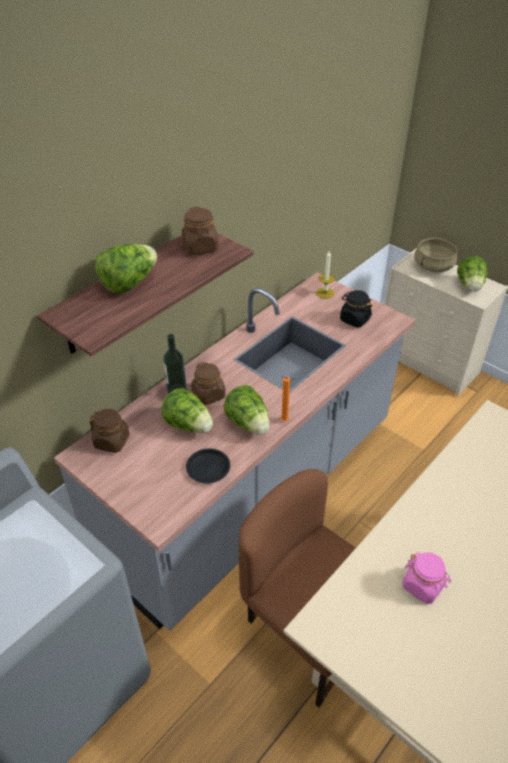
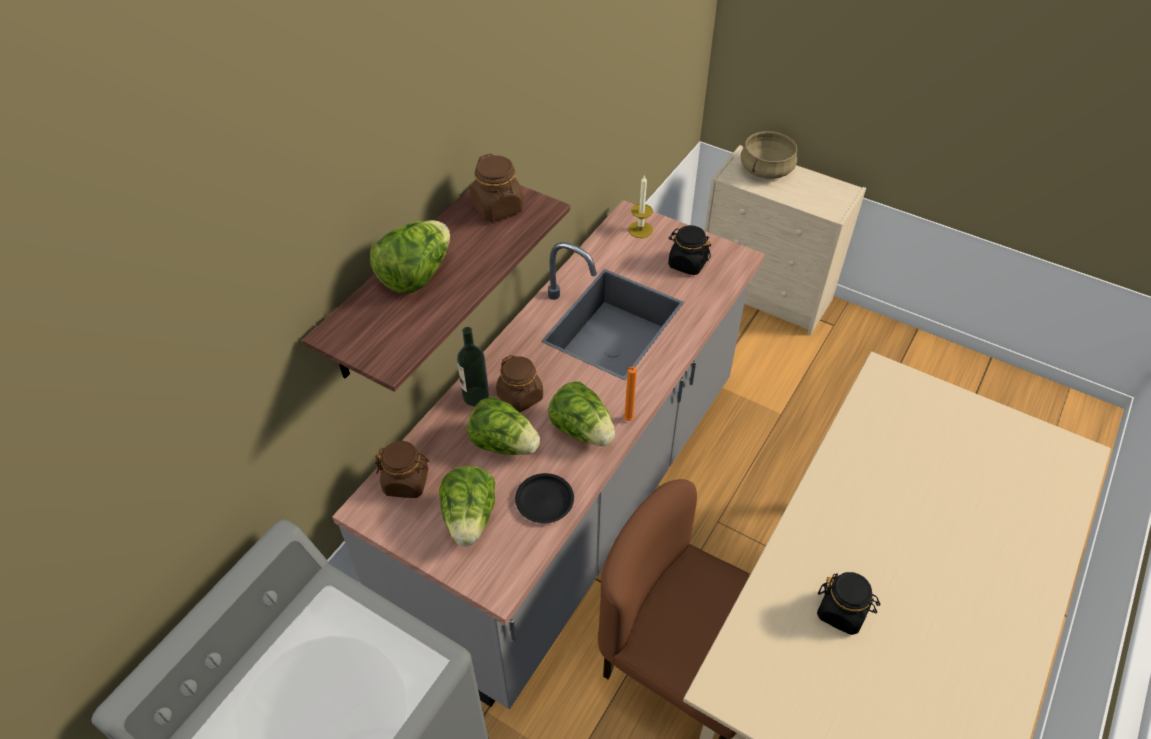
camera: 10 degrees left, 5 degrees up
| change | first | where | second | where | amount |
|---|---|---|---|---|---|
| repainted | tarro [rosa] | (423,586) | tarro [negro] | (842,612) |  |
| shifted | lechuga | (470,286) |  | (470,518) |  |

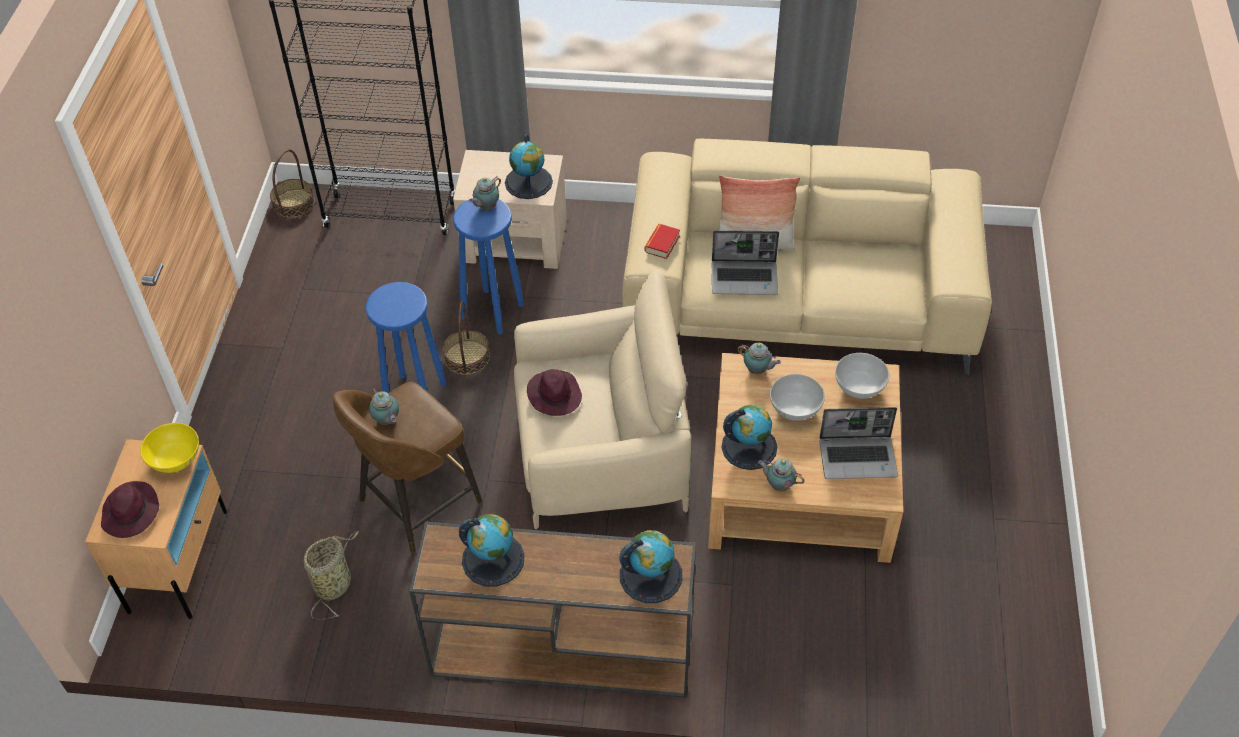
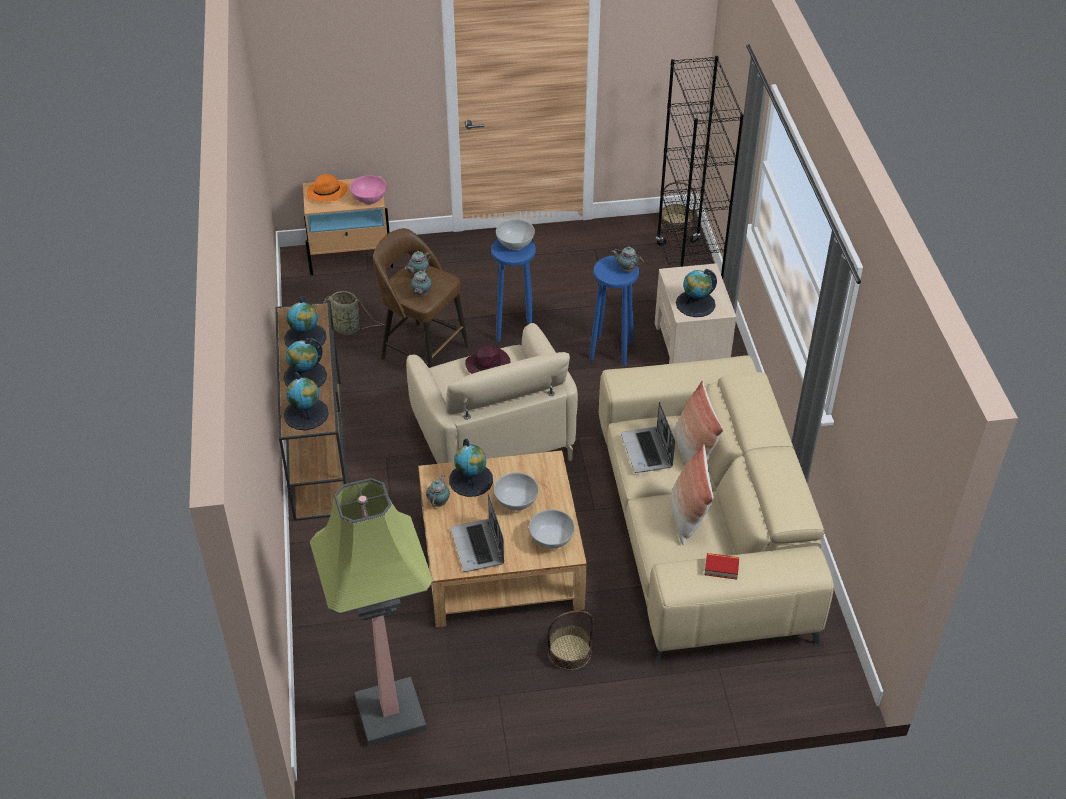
camera: 75 degrees right, 5 degrees down
| change | first | where | second | where | amount |
|---|---|---|---|---|---|
| repainted | sombrero [morado] | (131,513) | sombrero [naranja] | (326,193) |  |
| repainted | cuenco [amarillo] | (175,460) | cuenco [rosa] | (369,199) |  |
| shifted | cesta | (467,357) |  | (569,652) |  |
| shifted | libro | (662,244) |  | (721,568) |  |
| shifted | tetera | (757,370) |  | (421,294) |  |
| new |  |  | globo terráqueo | (305,376) |  |
| new |  |  | lámpara de pie | (389,713) |  |
| new |  |  | cuenco [blanco] | (515,244) |  |
| new |  |  | cojín | (687,517) |  |

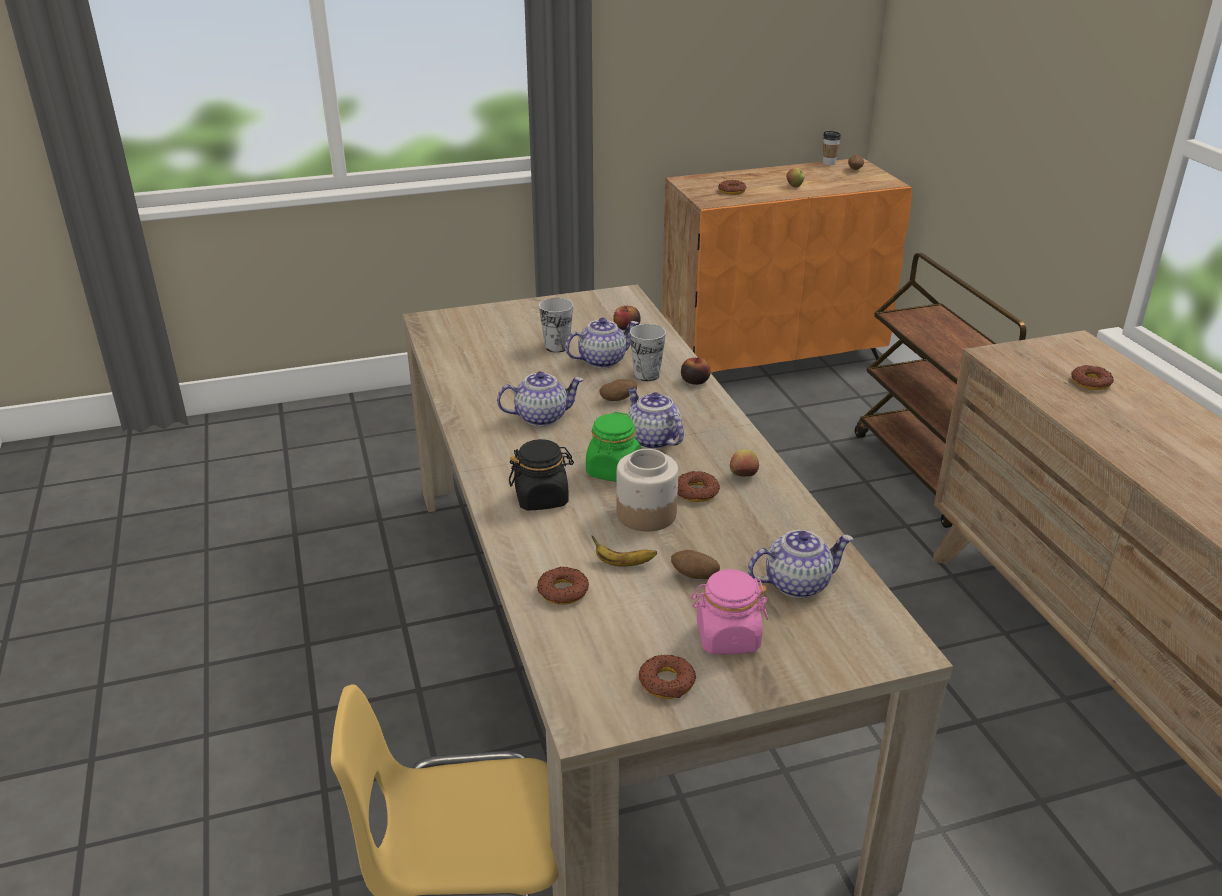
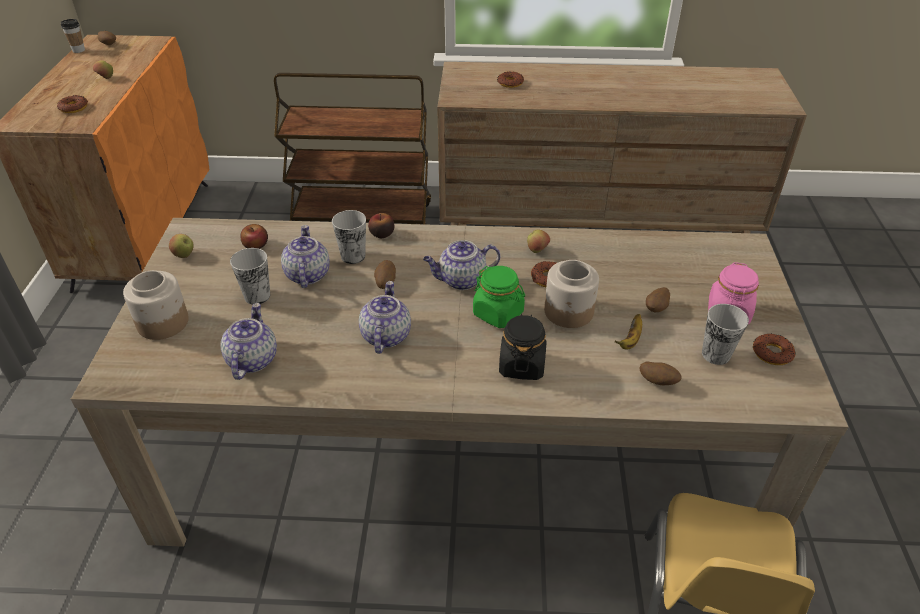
camera: 70 degrees left, 10 degrees up
| change | first | where | second | where | amount |
|---|---|---|---|---|---|
| swapped | rosquilla | (563,591) | patata | (658,382) |  |
| shifted | tetera | (797,583) |  | (251,359) |  |
| new |  |  | tarro | (162,323) |  |
| new |  |  | manzana | (184,255) |  |
| new |  |  | taza | (716,354) |  |

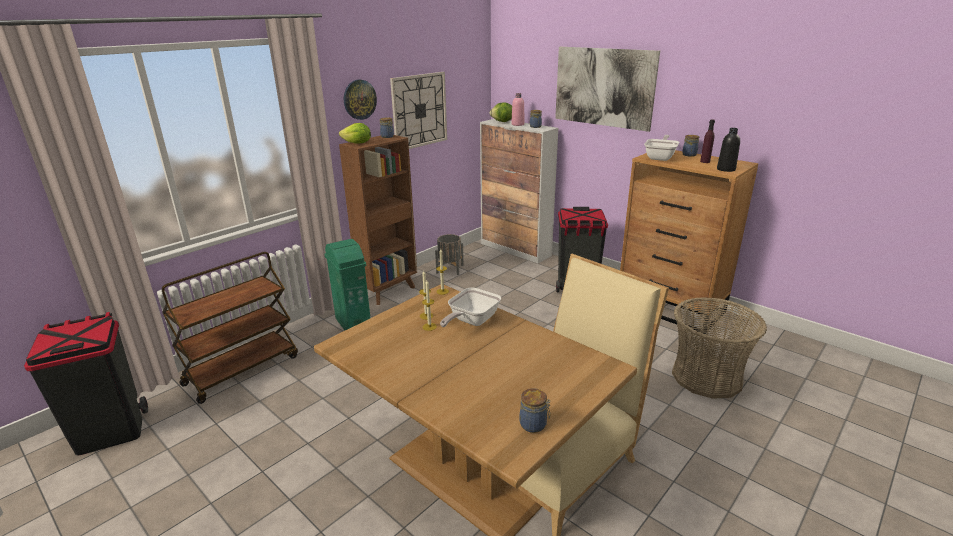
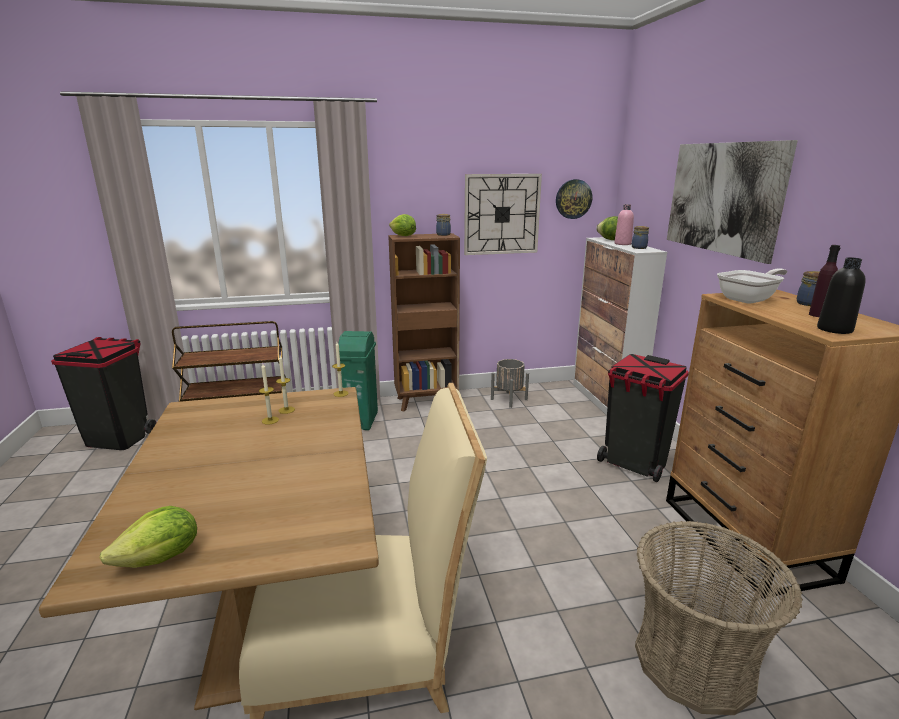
camera: 35 degrees right, 5 degrees down
| change | first | where | second | where | amount |
|---|---|---|---|---|---|
| shifted | reloj de pared | (359,99) |  | (573,199) |  |
| gone | sartén | (471,321) |  |  |  |
| swapped | tarro | (534,425) | lechuga | (161,559) |  |

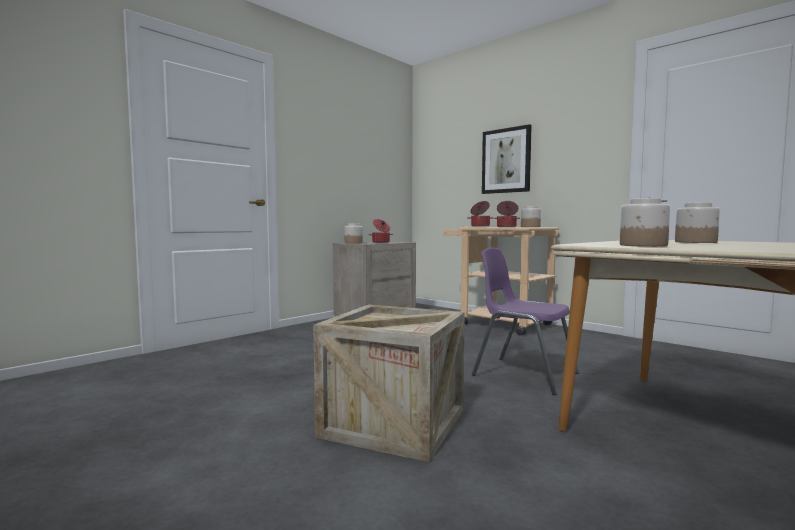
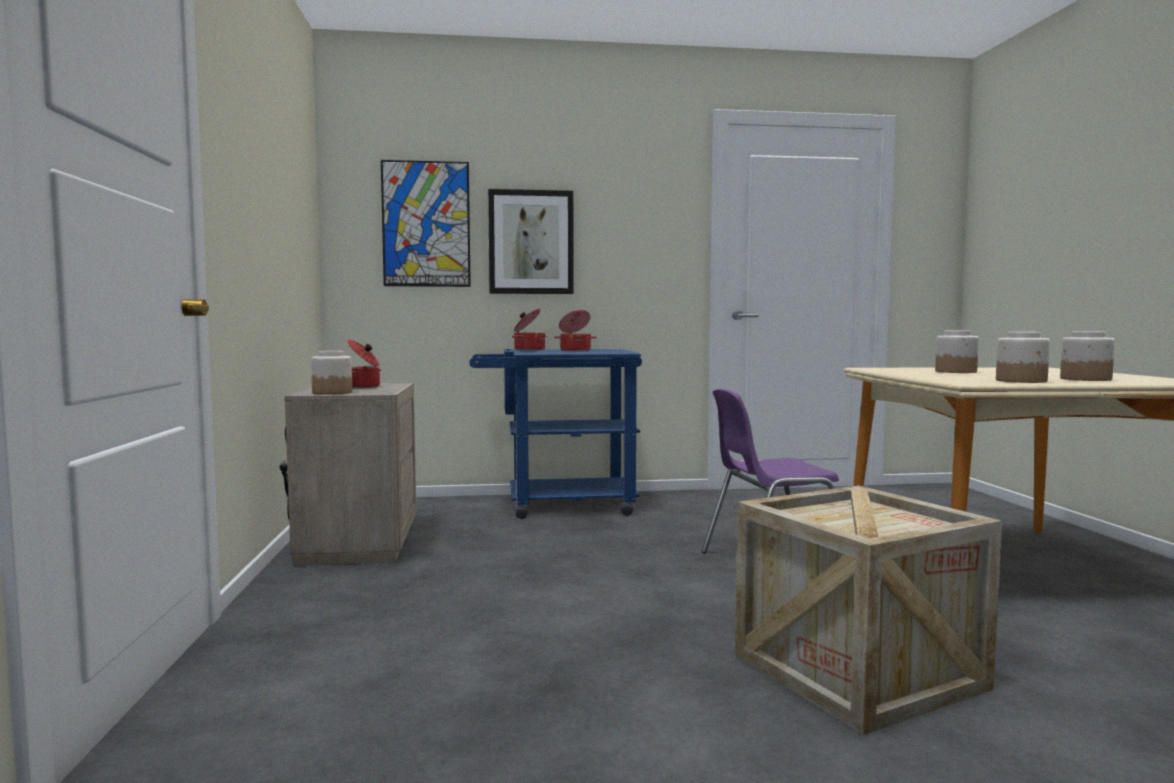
camera: 50 degrees left, 0 degrees up
| change | first | where | second | where | amount |
|---|---|---|---|---|---|
| repainted | carrito [beis] | (498,323) | carrito [azul] | (557,505) |  |
| shifted | tarro | (530,227) |  | (1085,379) |  |
| new |  |  | cuadro | (426,224) |  |

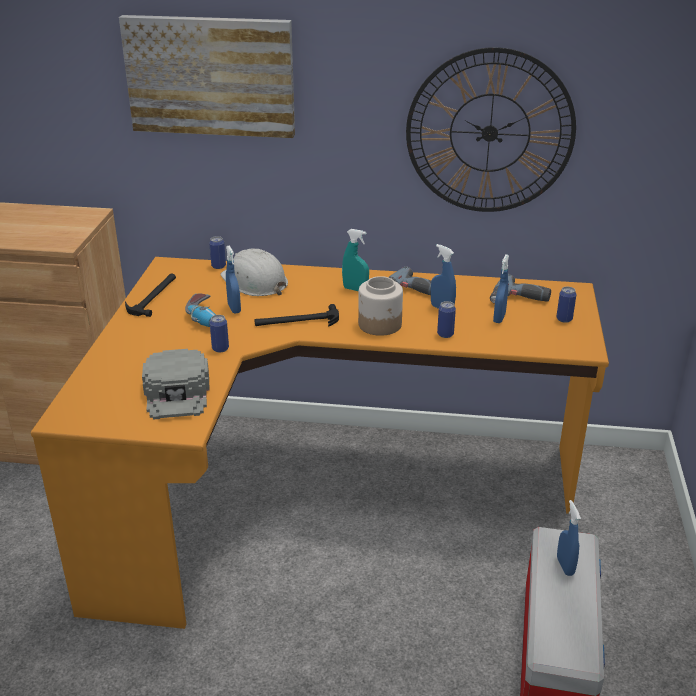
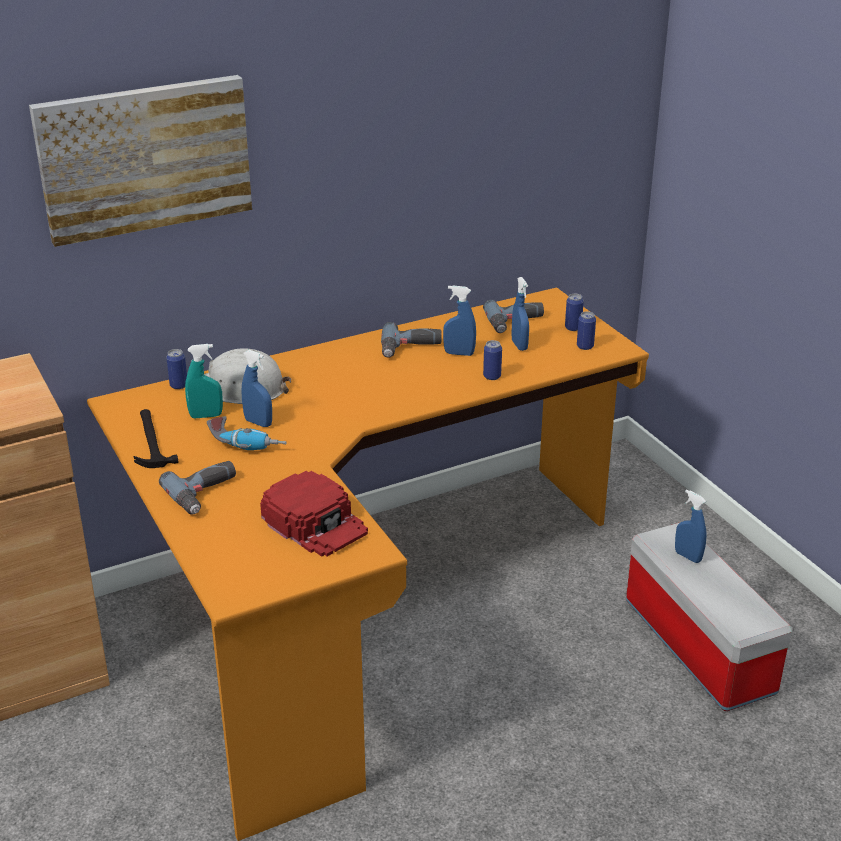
camera: 35 degrees left, 0 degrees up
| change | first | where | second | where | amount |
|---|---|---|---|---|---|
| repainted | gorra [gris] | (177,392) | gorra [rojo] | (315,523) |  |
| shifted | lata | (220,348) |  | (585,346) |  |
| gone | martillo | (297,321) |  |  |  |
| shifted | pulverizador [turquesa] | (355,289) |  | (206,416) |  |
| gone | tarro | (380,325) |  |  |  |
| gone | reloj de pared | (489,133) |  |  |  |
| new |  |  | taladro | (206,494) |  |

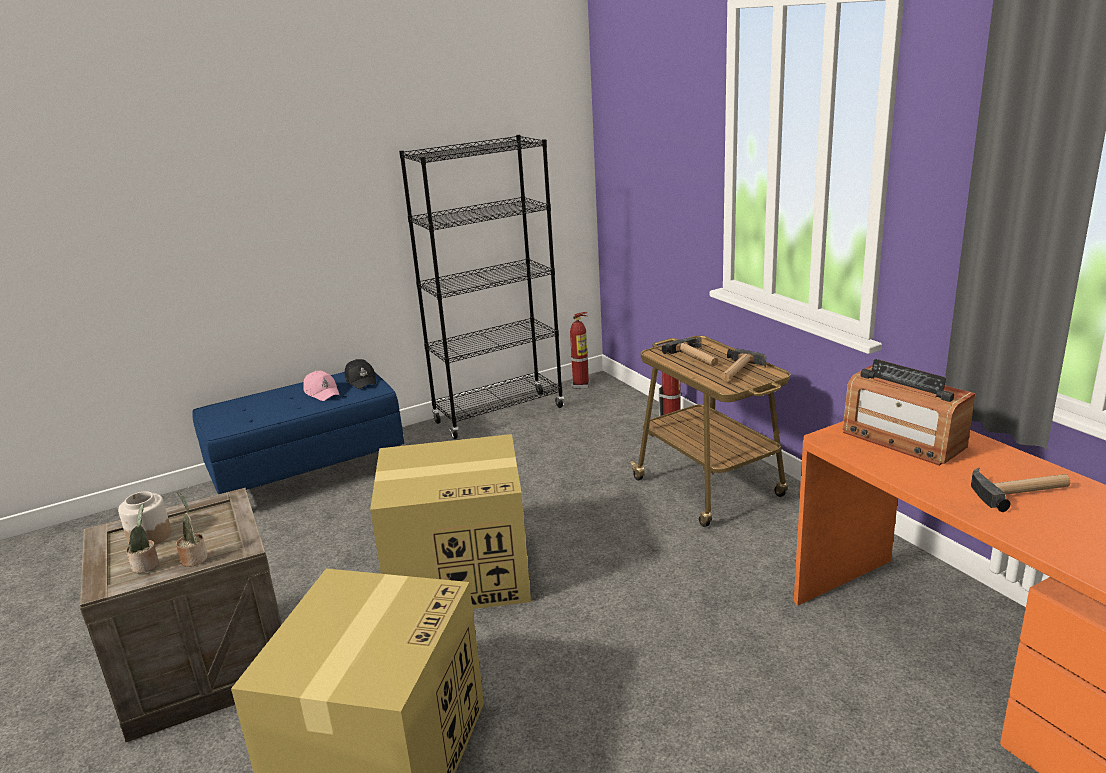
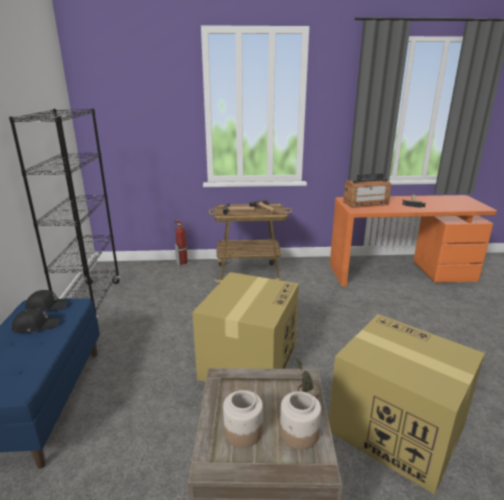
camera: 65 degrees left, 0 degrees up
| change | first | where | second | where | amount |
|---|---|---|---|---|---|
| swapped | planta en maceta | (147,566) | tarro | (299,434) |  |
| repainted | gorra [rosa] | (322,392) | gorra [negro] | (36,325) |  |
| gone | extintor | (581,385) |  |  |  |

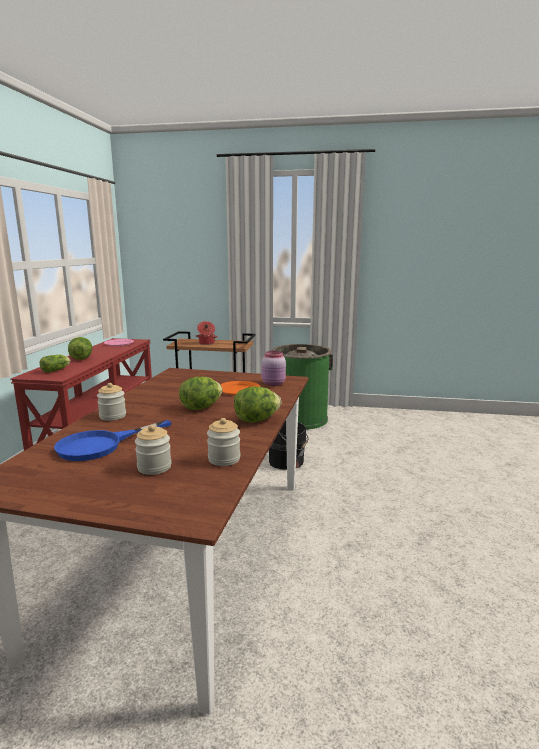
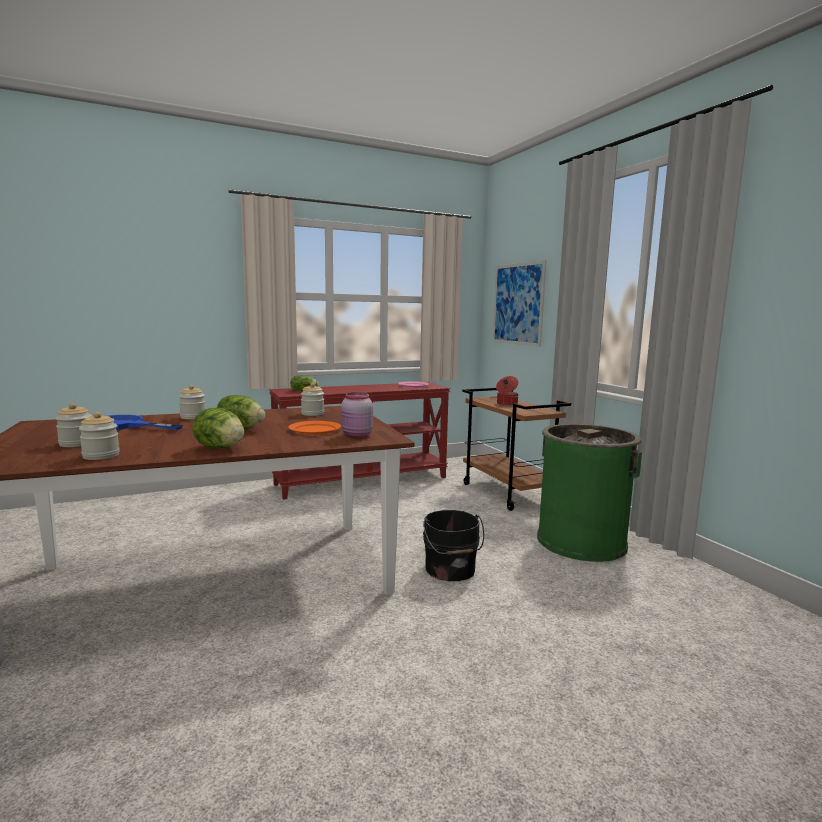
camera: 55 degrees right, 5 degrees down
| change | first | where | second | where | amount |
|---|---|---|---|---|---|
| gone | lechuga | (81,358) |  |  |  |
| new |  |  | tarro | (312,414) |  |
| new |  |  | cuadro | (518,304) |  |

